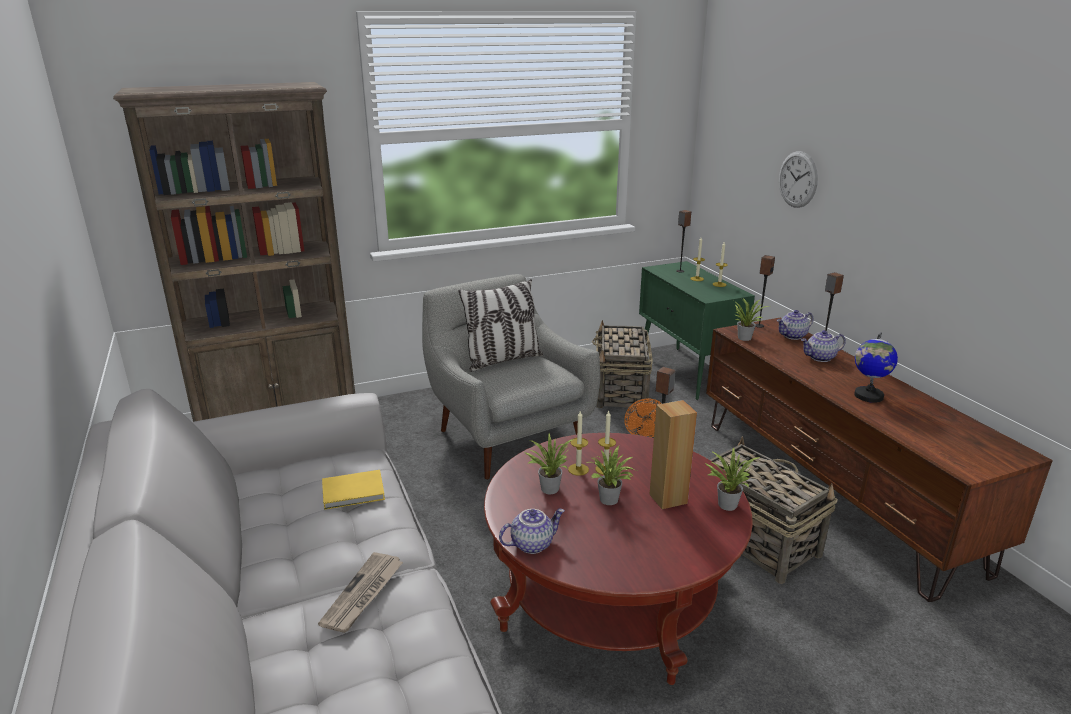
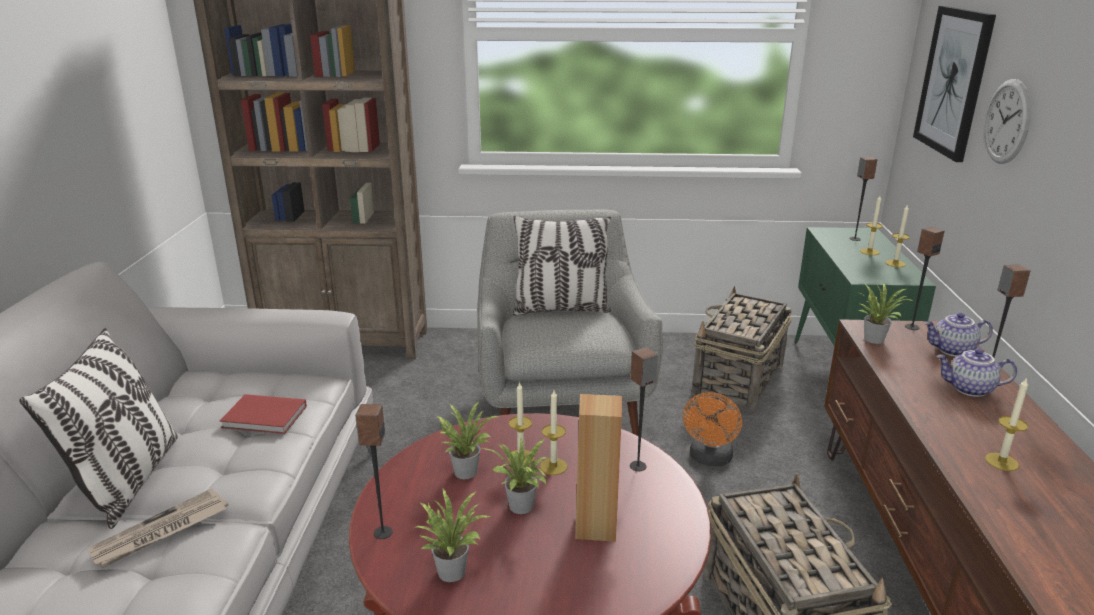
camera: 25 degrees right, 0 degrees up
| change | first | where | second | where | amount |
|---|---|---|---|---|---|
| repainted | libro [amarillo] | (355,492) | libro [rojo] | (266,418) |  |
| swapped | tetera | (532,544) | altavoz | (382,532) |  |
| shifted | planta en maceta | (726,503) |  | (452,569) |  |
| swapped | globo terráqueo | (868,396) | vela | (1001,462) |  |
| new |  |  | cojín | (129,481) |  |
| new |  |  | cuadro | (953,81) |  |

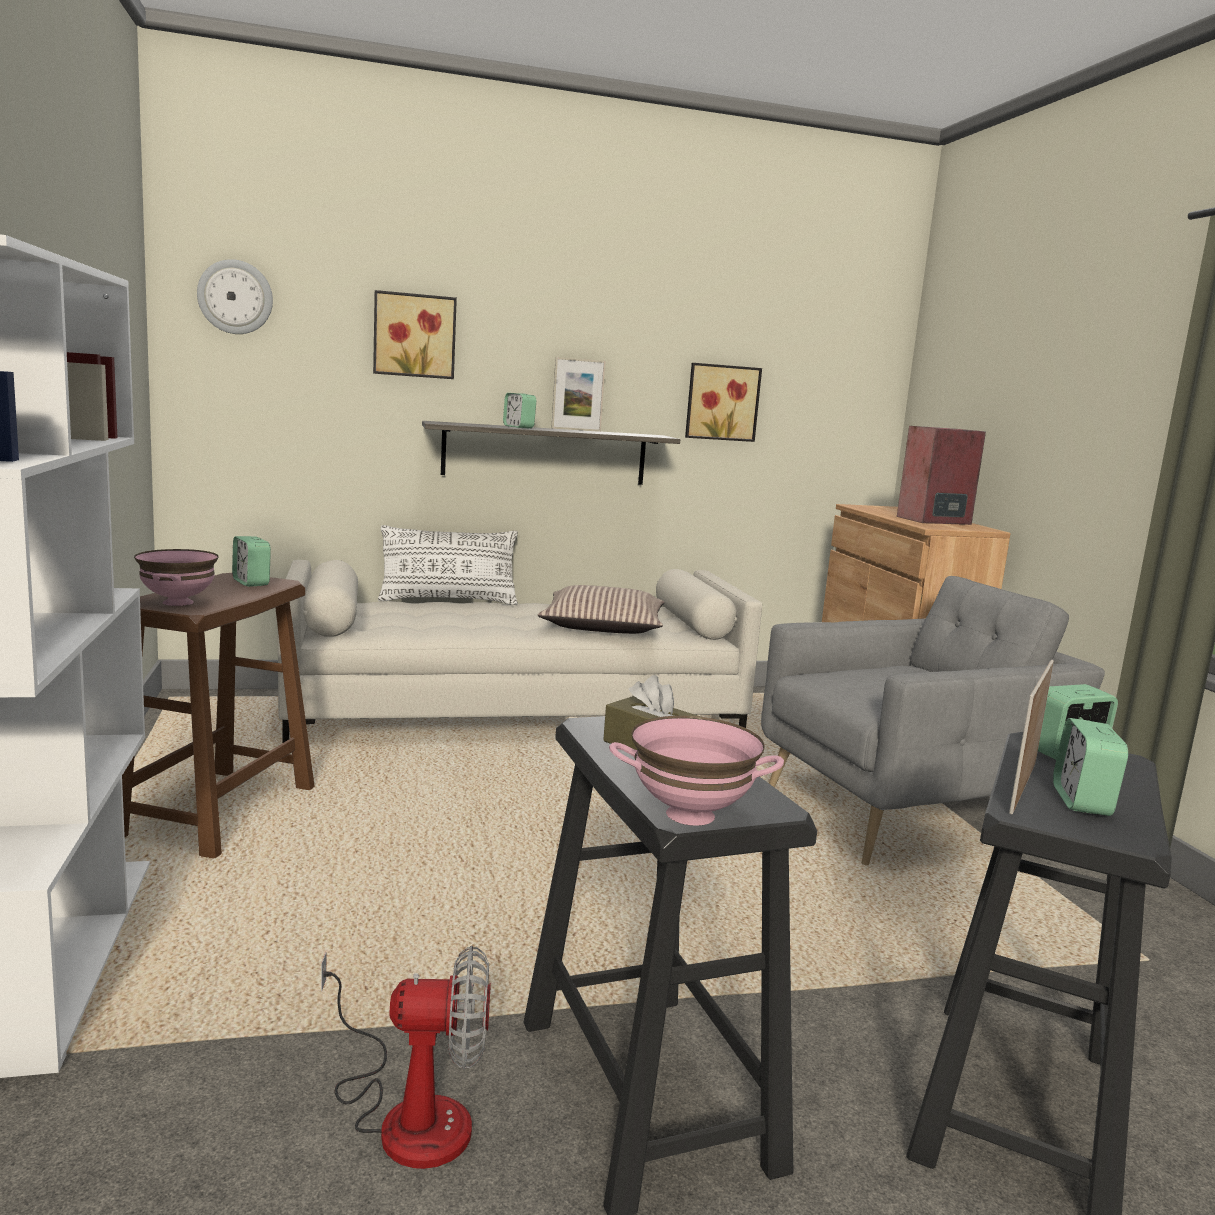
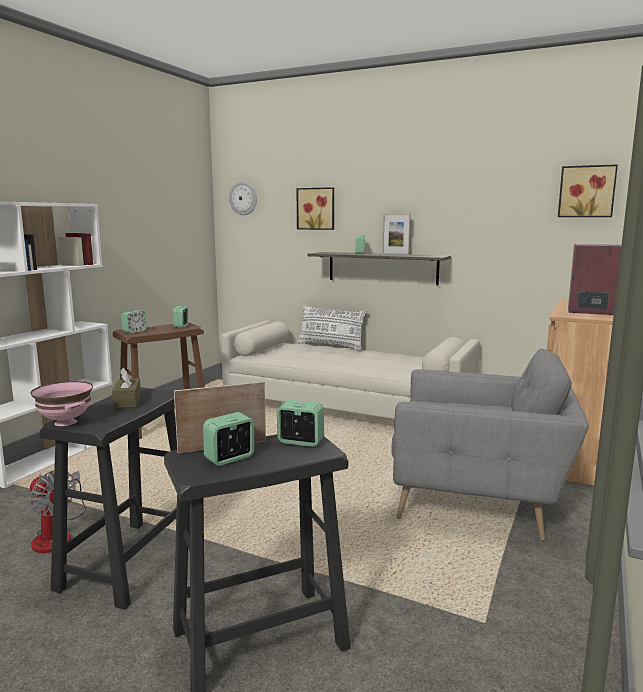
camera: 40 degrees right, 0 degrees up
| change | first | where | second | where | amount |
|---|---|---|---|---|---|
| swapped | cuenco [rosa] | (177,602) | despertador | (134,331) |  |
| gone | cojín | (603,626) |  |  |  |
| shifted | cuadro | (721,402) |  | (587,191) |  |

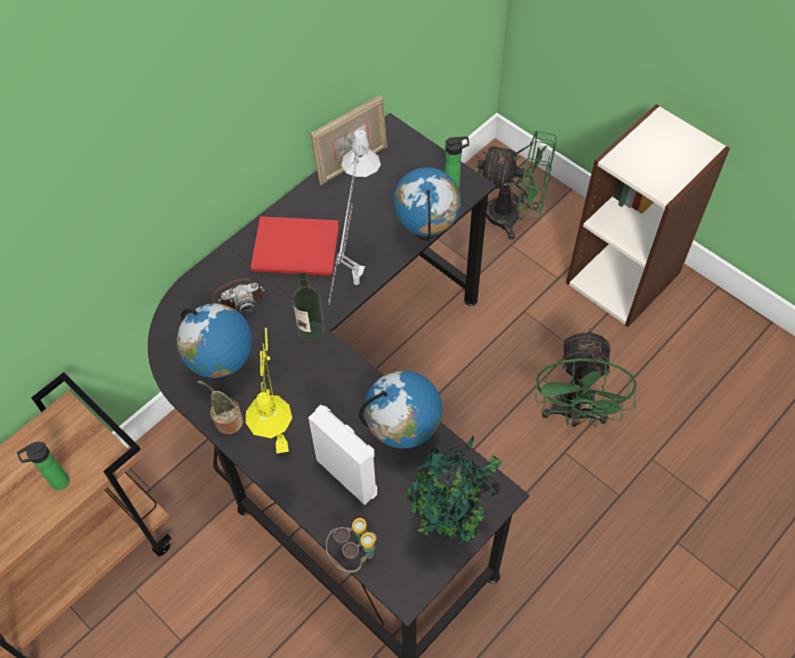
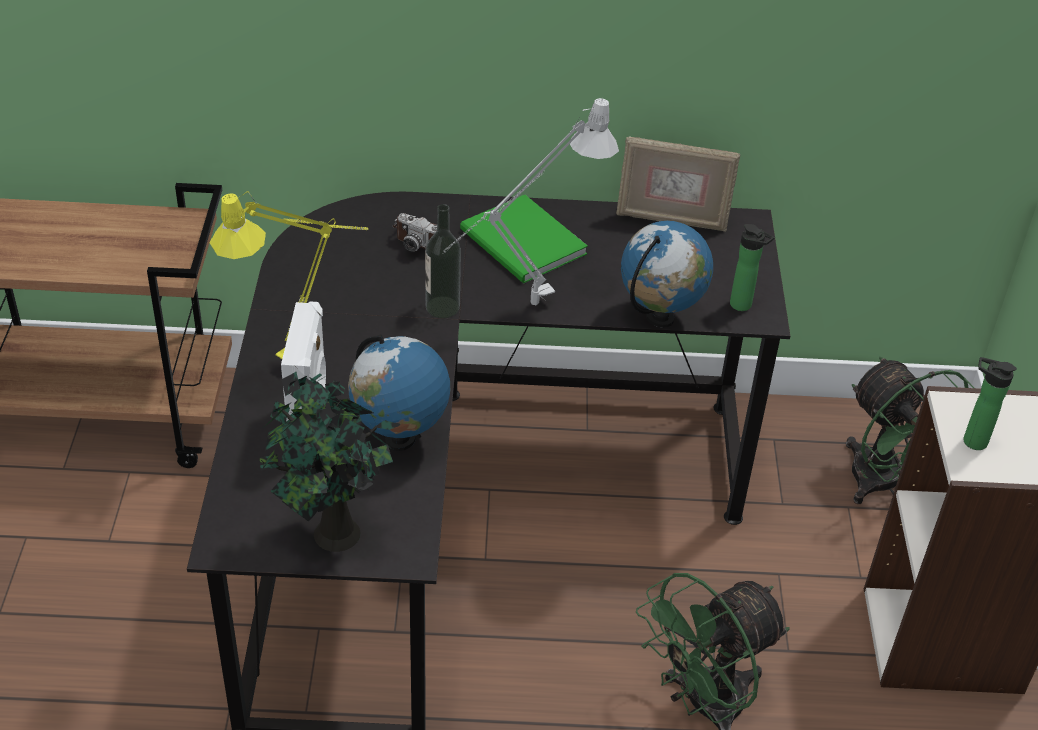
camera: 45 degrees right, 15 degrees down
| change | first | where | second | where | amount |
|---|---|---|---|---|---|
| shifted | botella | (57,483) |  | (971,441) |  |
| gone | globo terráqueo | (223,368) |  |  |  |
| gone | planta en maceta | (226,421) |  |  |  |
| repainted | libro [rojo] | (298,250) | libro [verde] | (523,245) |  |
| gone | prismáticos | (354,554) |  |  |  |

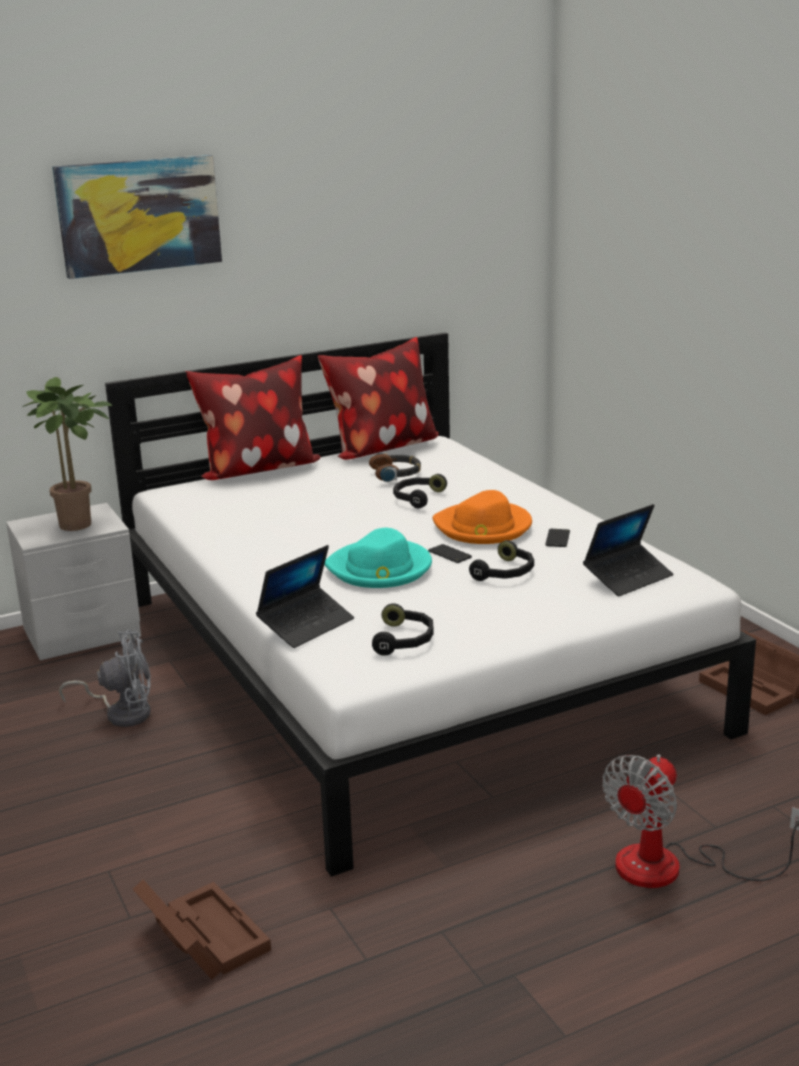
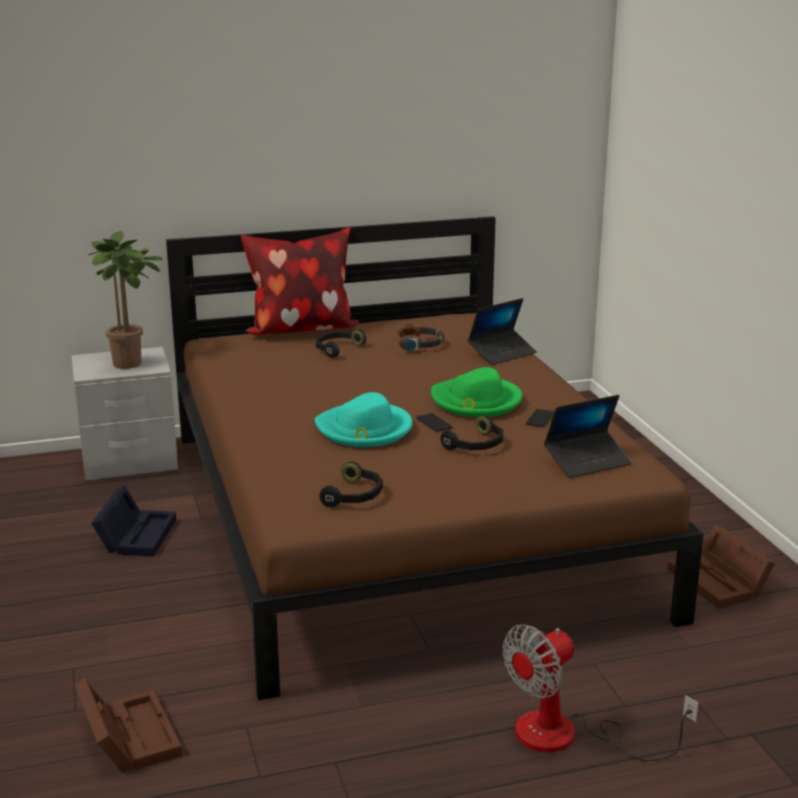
camera: 10 degrees right, 0 degrees up
| change | first | where | second | where | amount |
|---|---|---|---|---|---|
| gone | cuadro | (139,215) |  |  |  |
| swapped | ventilador [gris] | (122,713) | caja de almacenaje [negro] | (136,534) |  |
| repainted | cama [blanco] | (405,661) | cama [marrón] | (400,518) |  |
| shifted | portátil | (306,625) |  | (502,353) |  |
| gone | cojín | (381,449) |  |  |  |
| shifted | auriculares [negro] | (417,498) |  | (336,349) |  |
| repainted | sombrero [naranja] | (483,527) | sombrero [verde] | (476,401) |  |

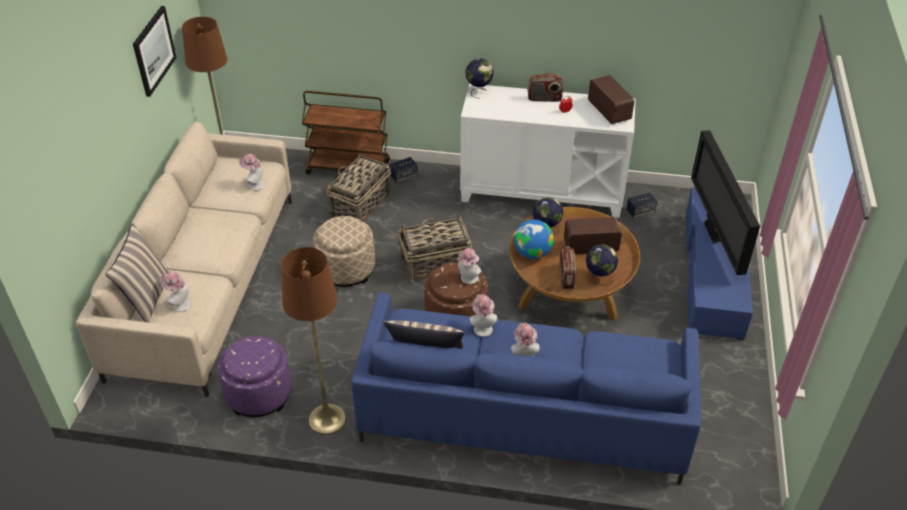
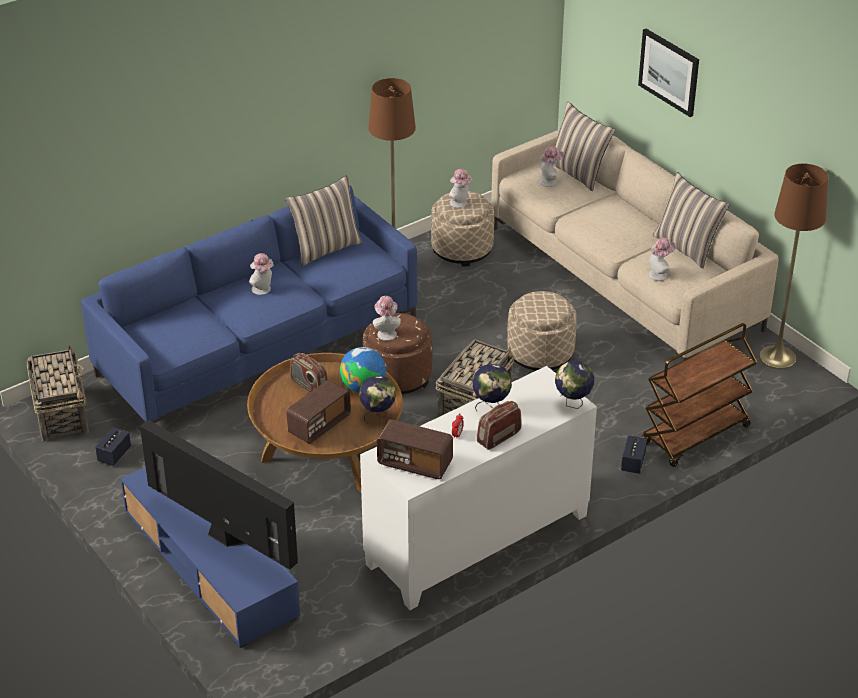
camera: 135 degrees right, 5 degrees down
| change | first | where | second | where | amount |
|---|---|---|---|---|---|
| shifted | cuadro | (153,50) |  | (669,72) |  |
| repainted | puf [morado] | (259,394) | puf [beis] | (462,249) |  |
| shifted | cesta | (360,206) |  | (61,413) |  |
| shifted | sombrero | (482,327) |  | (460,203) |  |
| shifted | globo terráqueo | (599,278) |  | (491,406) |  |
| shifted | altavoz | (640,212) |  | (114,455) |  |
| new |  |  | cojín | (686,248) |  |

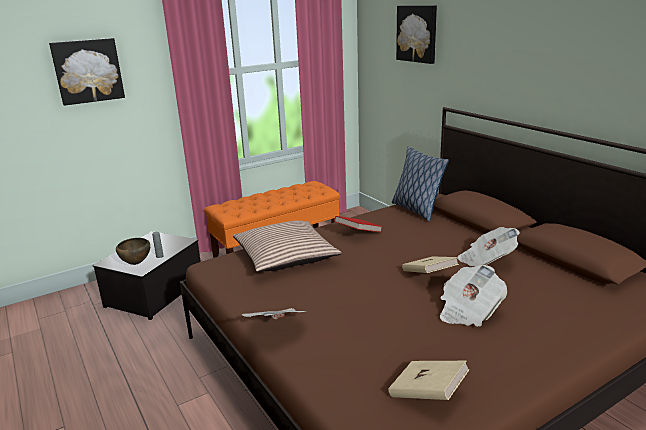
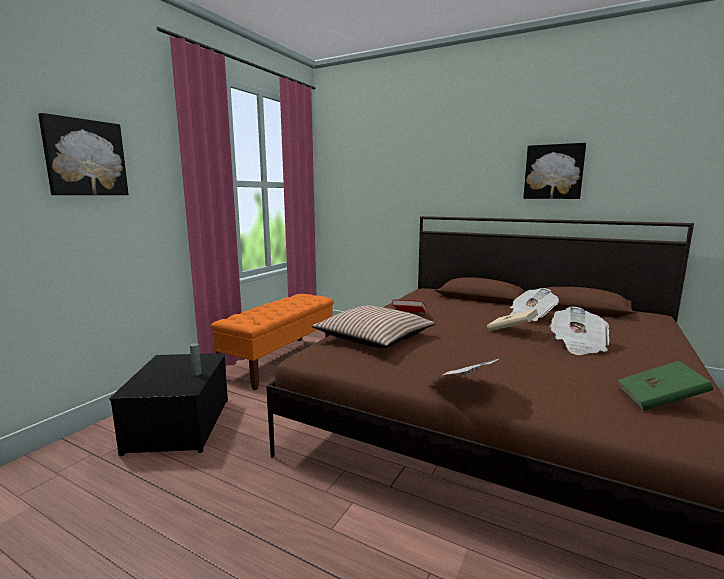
camera: 30 degrees left, 10 degrees down
| change | first | where | second | where | amount |
|---|---|---|---|---|---|
| gone | cuenco [marrón] | (136,263) |  |  |  |
| repainted | libro [beis] | (427,393) | libro [verde] | (659,401) |  |
| gone | cojín | (416,210) |  |  |  |
| shifted | cuadro | (417,33) |  | (553,172) |  |

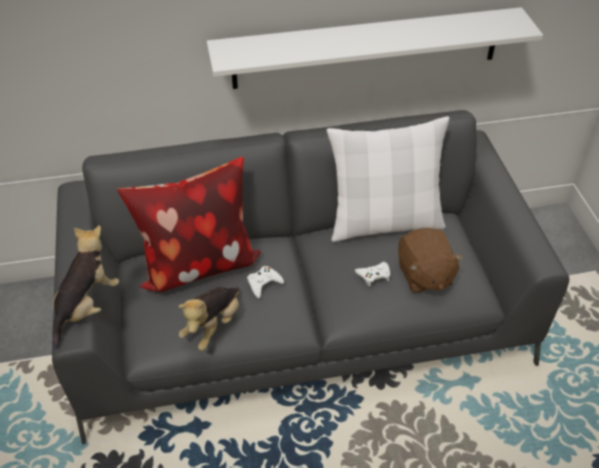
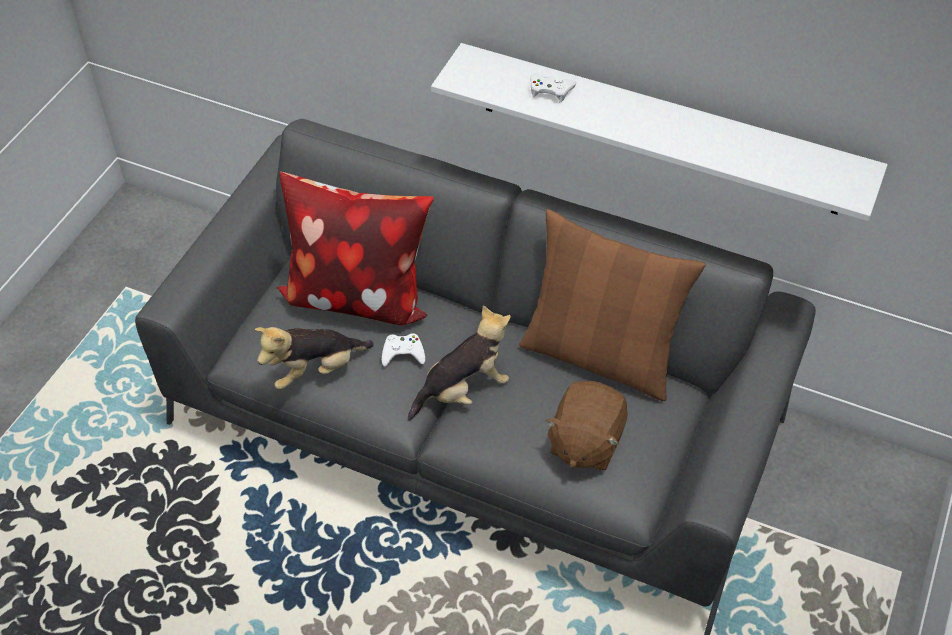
camera: 35 degrees right, 5 degrees up
| change | first | where | second | where | amount |
|---|---|---|---|---|---|
| shifted | peluche | (86,306) |  | (463,389) |  |
| repainted | cojín [blanco] | (384,222) | cojín [marrón] | (600,356) |  |
| shifted | mando de consola [blanco] | (374,275) |  | (550,90) |  |

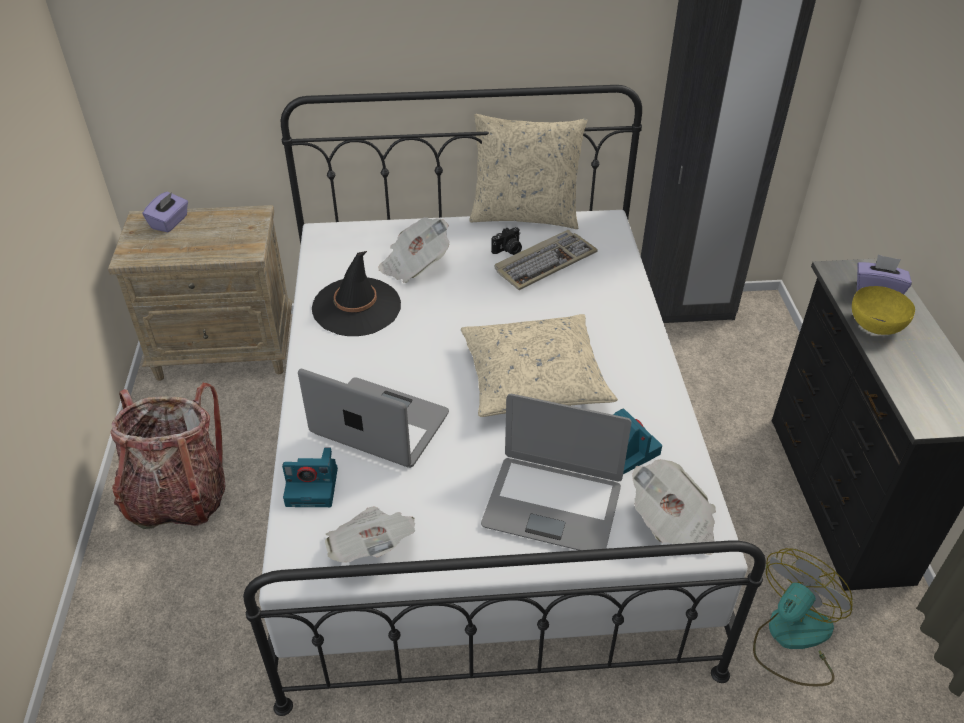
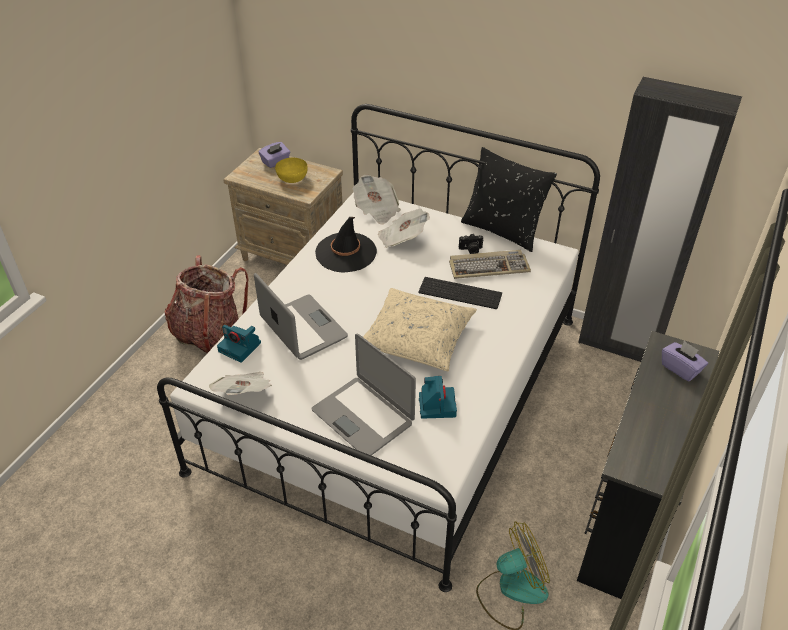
camera: 30 degrees right, 0 degrees up
| change | first | where | second | where | amount |
|---|---|---|---|---|---|
| repainted | cojín [beis] | (525,215) | cojín [negro] | (503,230) |  |
| shifted | periódico | (673,524) |  | (376,210) |  |
| shifted | cuenco [amarillo] | (875,324) |  | (292,178) |  |
| new |  |  | teclado | (461,292) |  |

